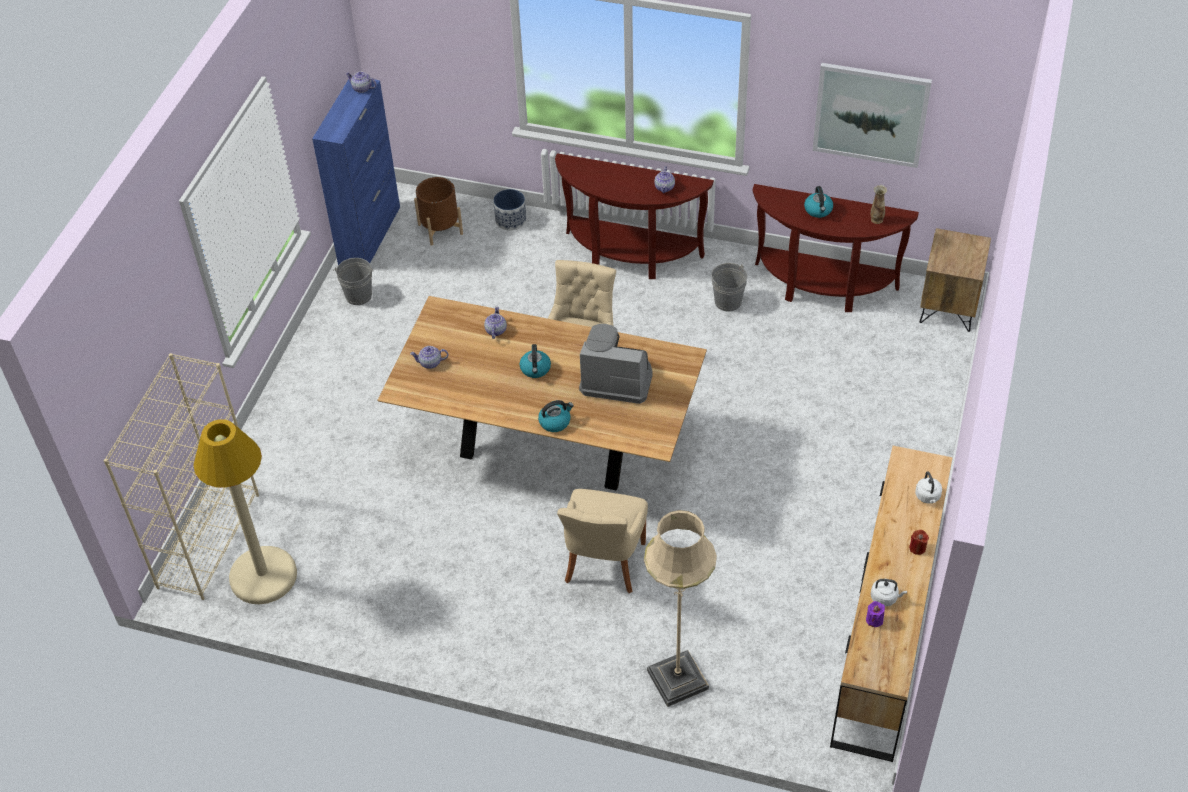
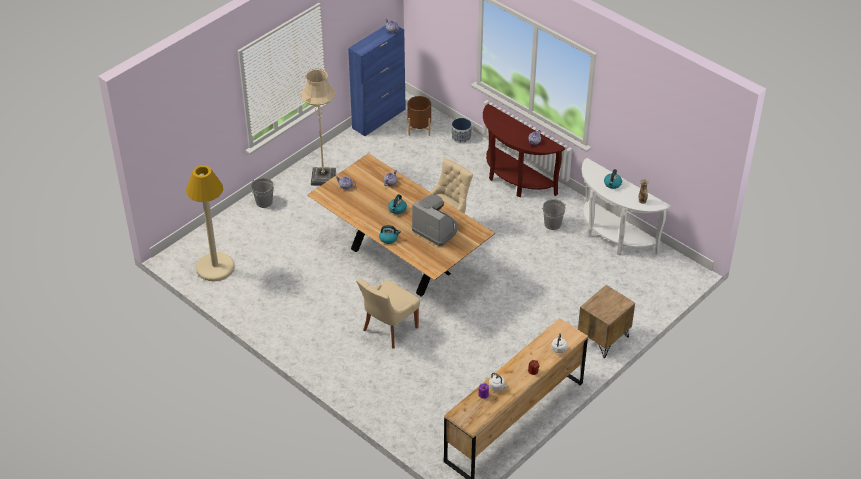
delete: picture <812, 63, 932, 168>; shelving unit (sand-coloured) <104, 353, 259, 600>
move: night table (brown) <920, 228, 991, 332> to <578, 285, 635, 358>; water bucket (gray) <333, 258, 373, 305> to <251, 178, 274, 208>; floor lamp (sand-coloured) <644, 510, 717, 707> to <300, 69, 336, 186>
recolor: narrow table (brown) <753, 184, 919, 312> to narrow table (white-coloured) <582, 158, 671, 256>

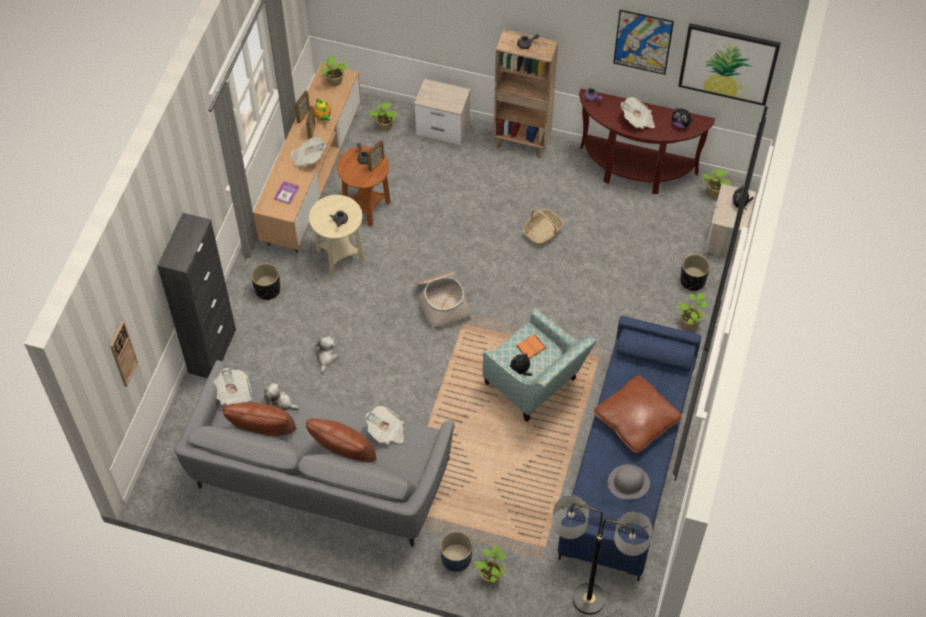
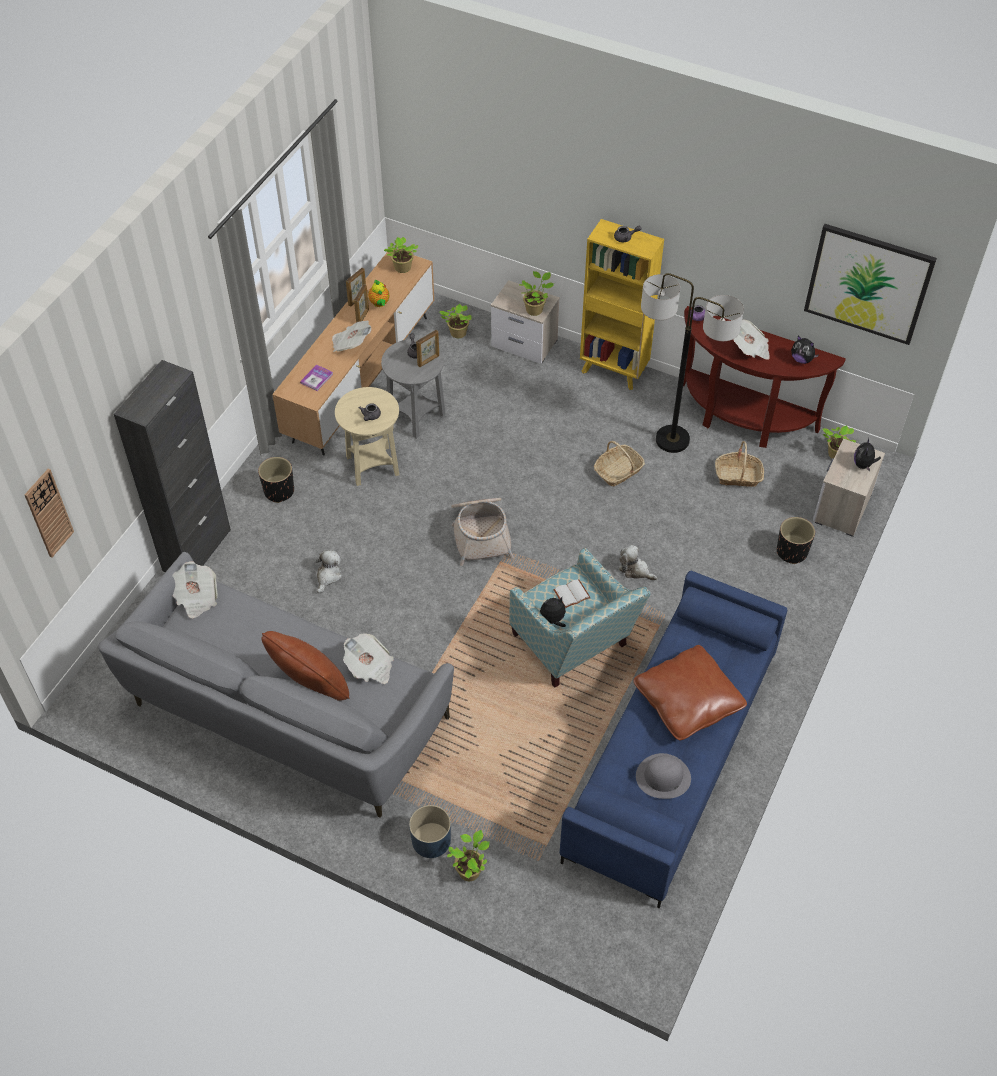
delete: picture <613, 10, 674, 75>; throw pillow (brown) <222, 402, 297, 436>
insert: storage basket <715, 441, 764, 487>
move: houseplant <677, 293, 708, 329> to <519, 271, 554, 316>; plush toy <264, 383, 299, 410> to <619, 545, 657, 580>; floor lamp <552, 495, 653, 615> to <641, 273, 744, 453>
recolor: shelving unit (brown) <494, 29, 558, 158> to shelving unit (yellow) <580, 219, 664, 390>; end table (brown) <337, 146, 391, 227> to end table (gray) <381, 339, 446, 439>; book (orangey) <516, 334, 546, 359> to book (white-coloured) <553, 579, 591, 608>

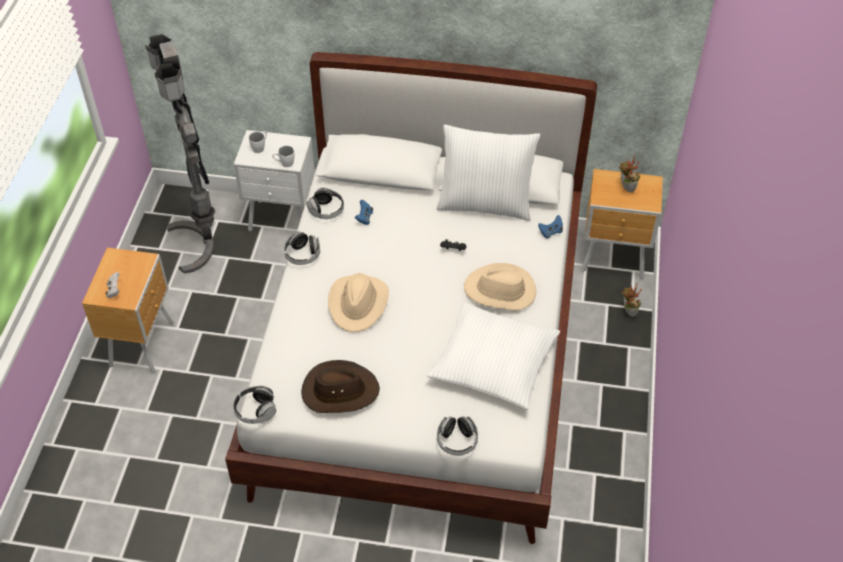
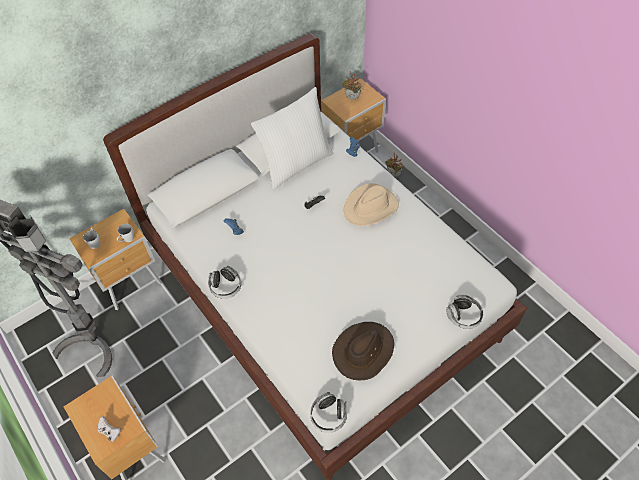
delete: headphones <306, 188, 344, 219>; hat (sand-coloured) <328, 273, 389, 332>; throw pillow (white-coloured) <427, 302, 560, 410>
recolor: night table (white-coloured) <234, 130, 315, 231> to night table (brown) <69, 209, 162, 310>

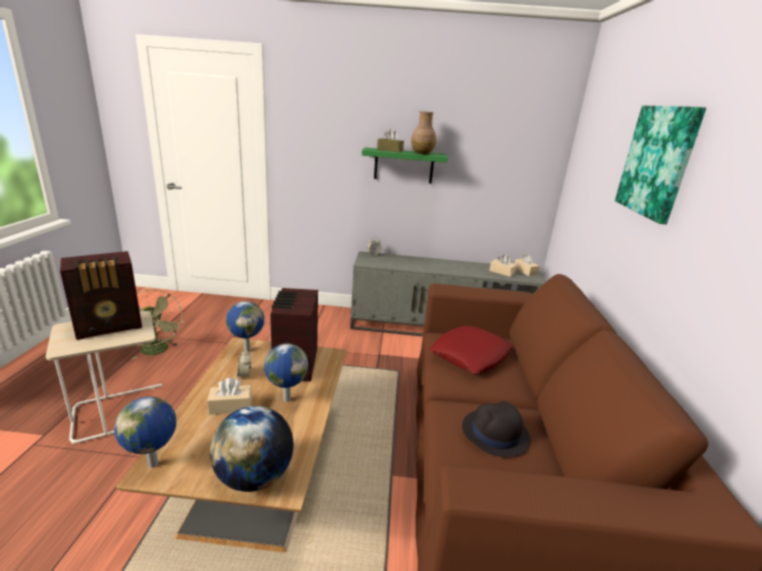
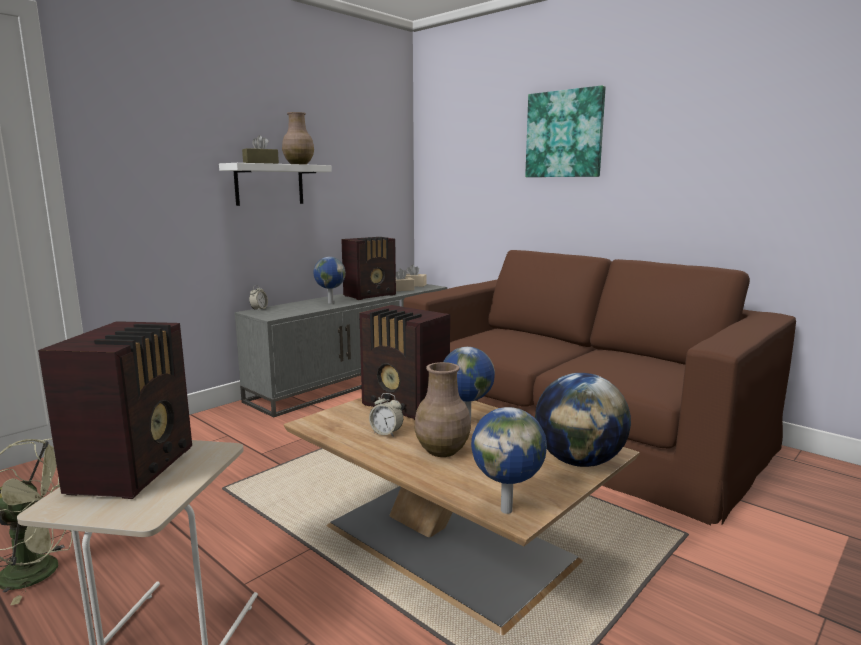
delete: throw pillow (red) <430, 326, 514, 374>; hat (blackish) <462, 401, 531, 457>
insert: radio set <341, 237, 396, 300>
move: globe <226, 301, 264, 352> to <313, 257, 346, 304>
replace: tissue box (sand-coloured) <207, 378, 252, 415> to flower vase (brown) <414, 362, 471, 457>
recolor: bracket shelf (green-coloured) <362, 147, 448, 184> to bracket shelf (white-coloured) <219, 163, 332, 206>

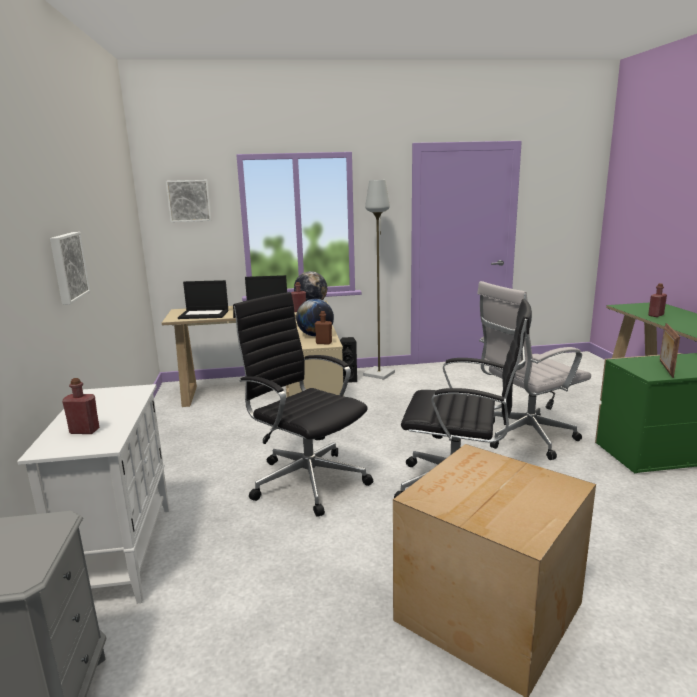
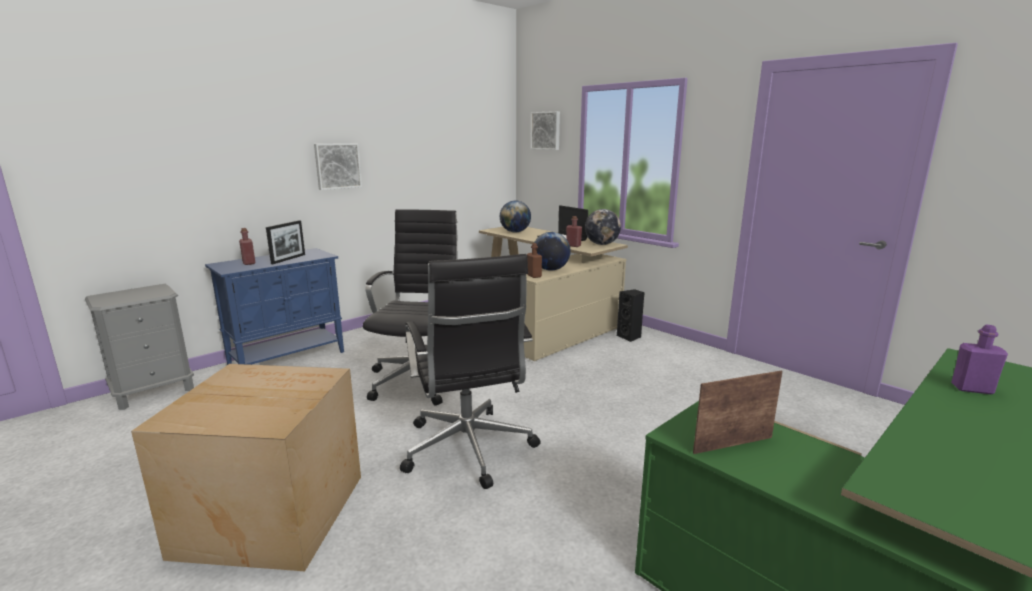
delete: floor lamp (gray) <363, 180, 395, 380>; office chair (white-coloured) <477, 281, 591, 460>
insert: standing frame <266, 220, 305, 264>
replace: notebook computer <178, 280, 229, 319> to globe <500, 201, 531, 233>
recolor: bottle (red) <648, 283, 667, 317> to bottle (purple-coloured) <951, 325, 1008, 394>; cabinet (white-coloured) <17, 384, 169, 604> to cabinet (bluish) <205, 248, 344, 365>

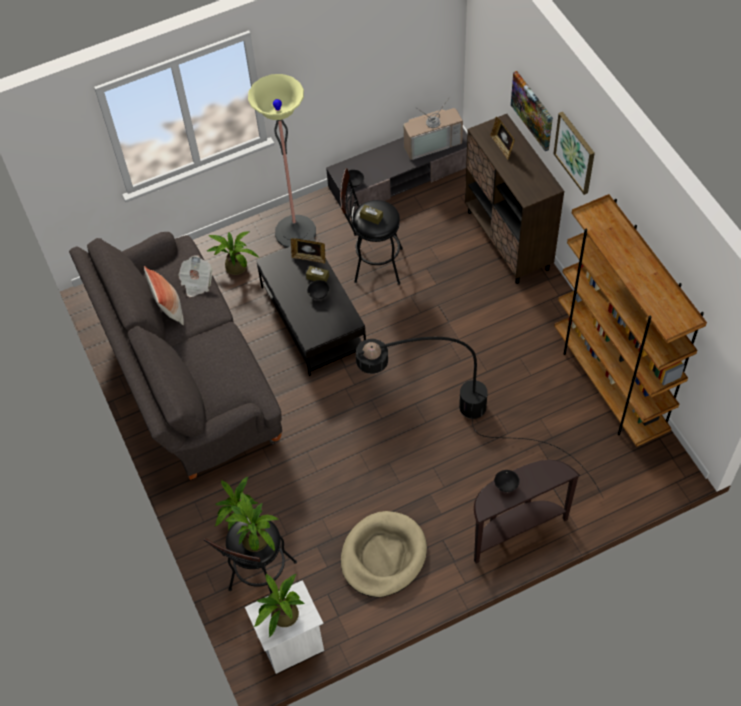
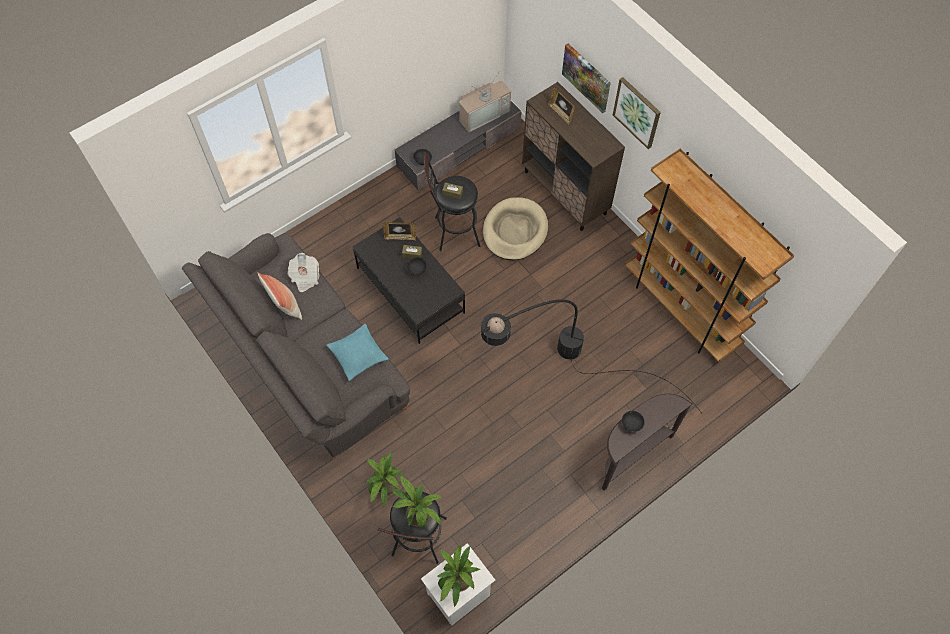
delete: floor lamp <248, 74, 316, 248>; houseplant <206, 231, 259, 275>
insert: throw pillow (turquoise) <326, 324, 389, 381>
move: dog cushion (sand-coloured) <341, 511, 427, 598> to <483, 197, 548, 260>

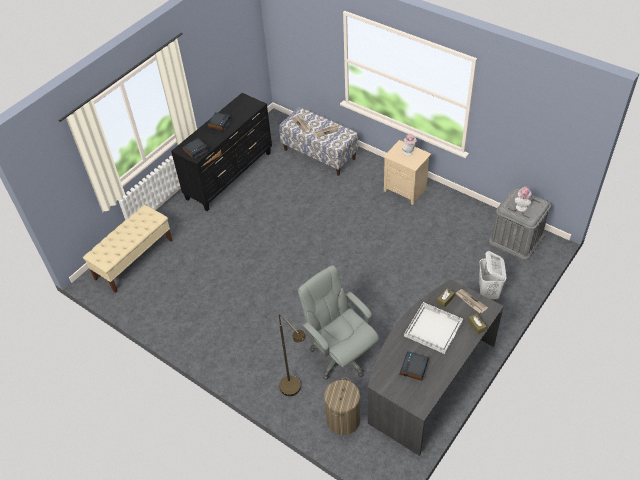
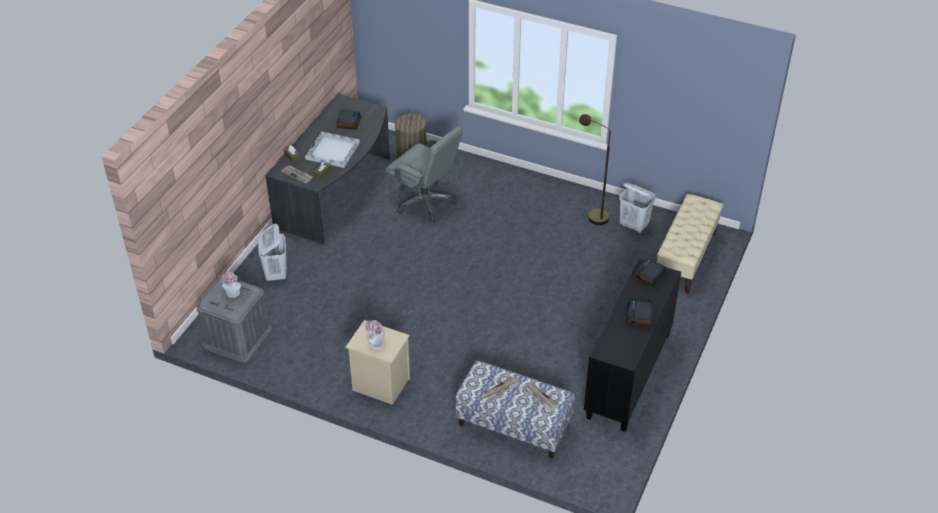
insert: washing basket (white-coloured) <619, 183, 656, 234>
move: floor lamp (brown) <279, 314, 306, 396> to <579, 114, 610, 225>

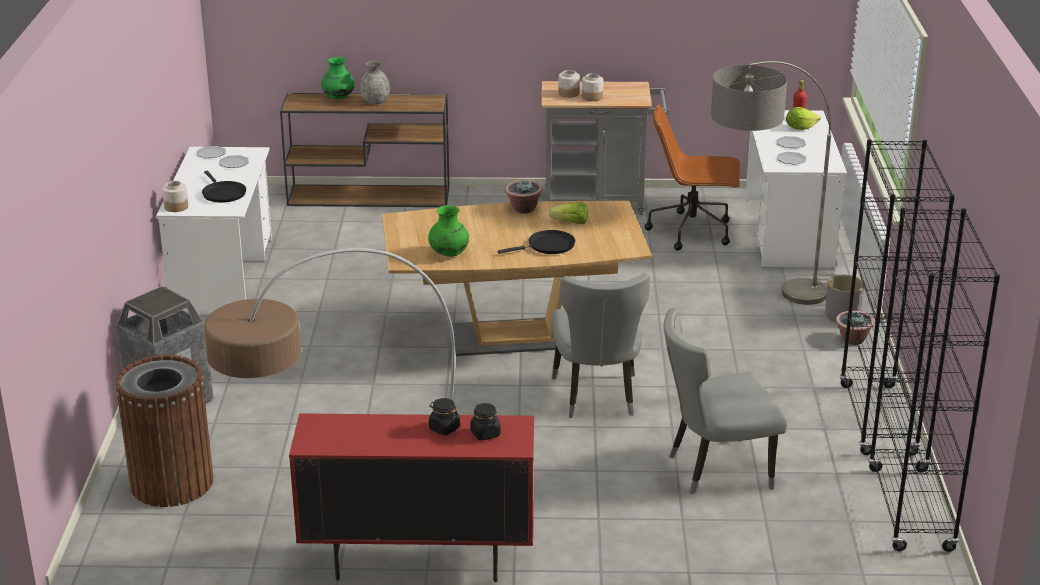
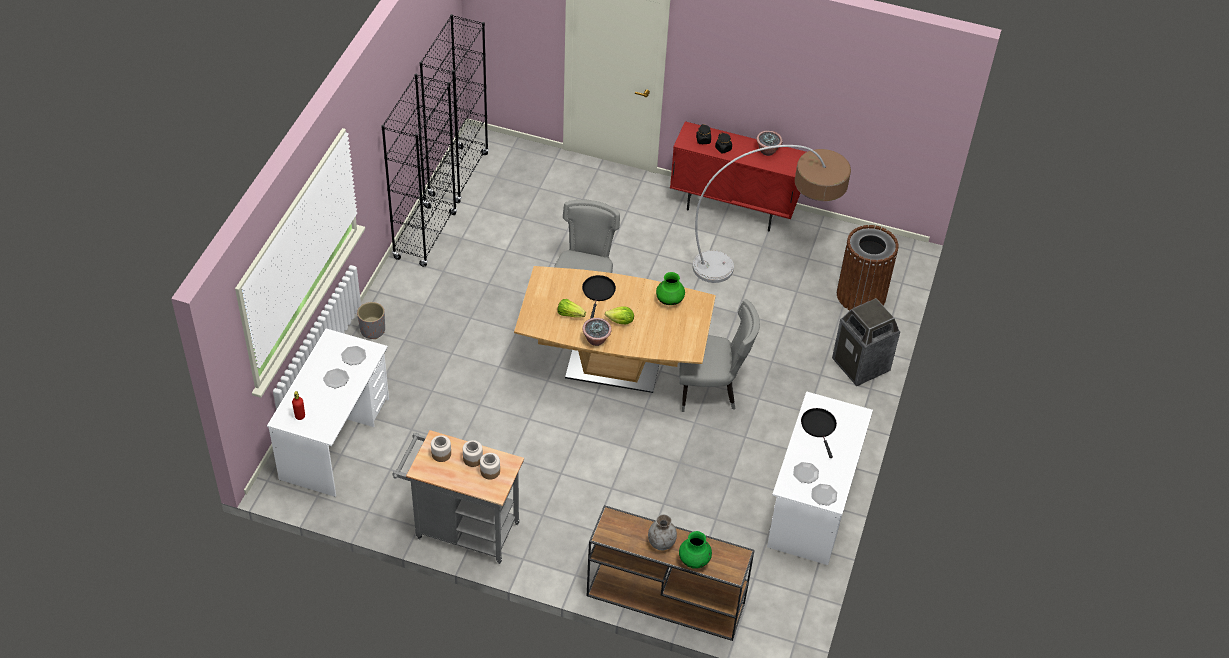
delete: floor lamp <711, 61, 831, 305>; office chair (brown) <644, 104, 740, 250>
move: lettuce head <786, 107, 821, 130> to <605, 306, 634, 324>; storage jar <162, 181, 188, 212> to <431, 435, 451, 462>; chair (gray) <663, 308, 787, 494> to <679, 299, 760, 412>; houseplant <836, 311, 874, 345> to <756, 131, 782, 156>
rotate: pan (blackish) <498, 230, 575, 254> = <582, 275, 616, 319> 105 degrees clockwise

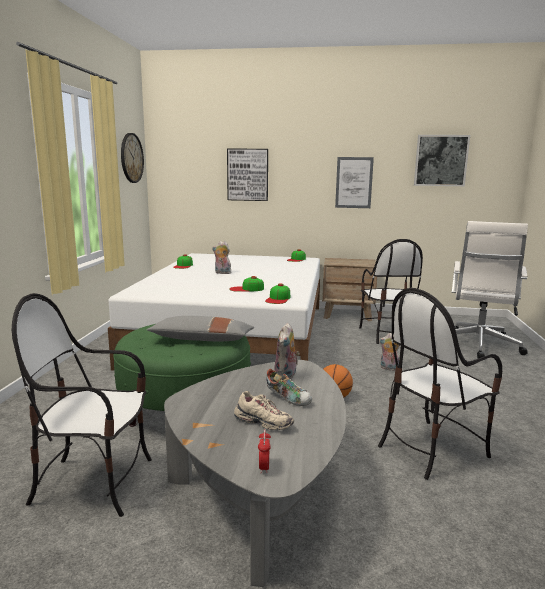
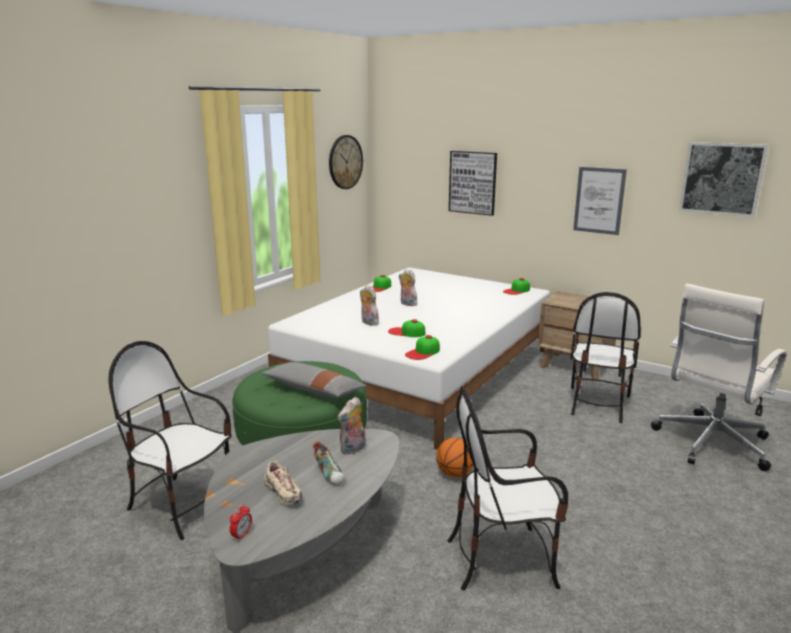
move: plush toy <379, 333, 400, 371> to <360, 285, 379, 326>

